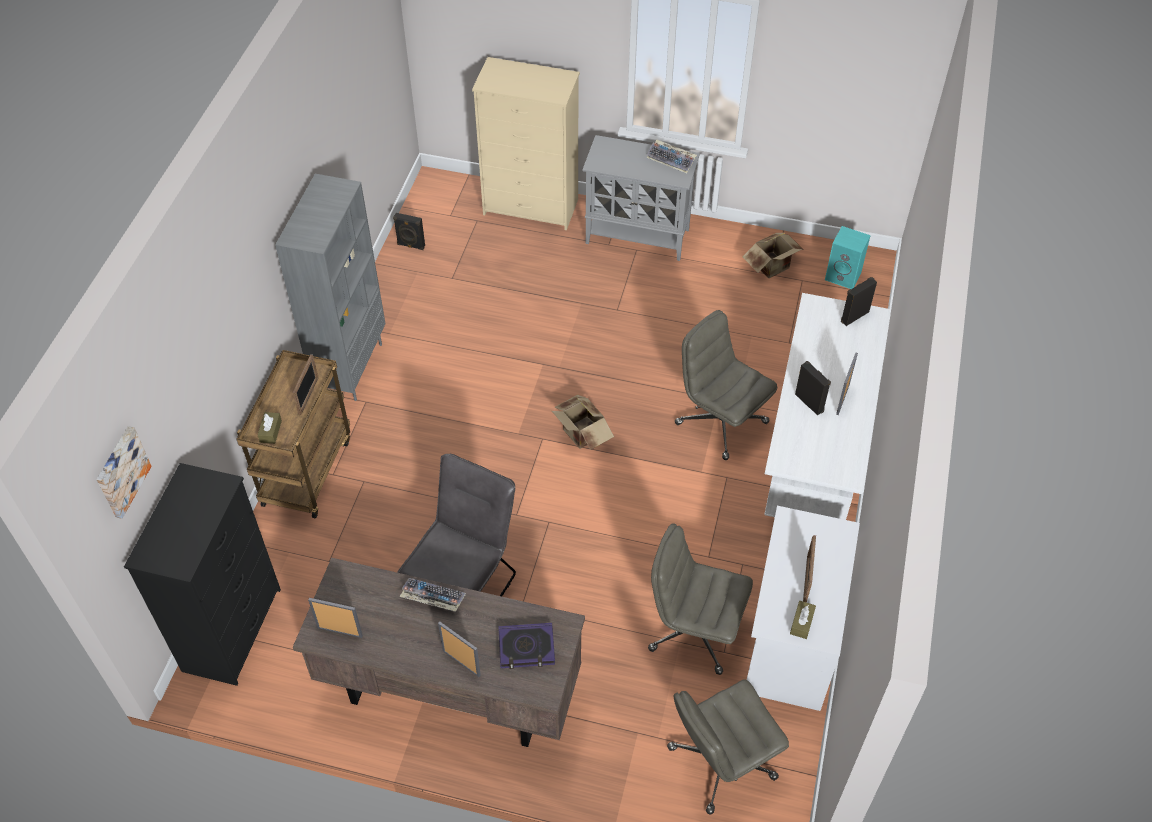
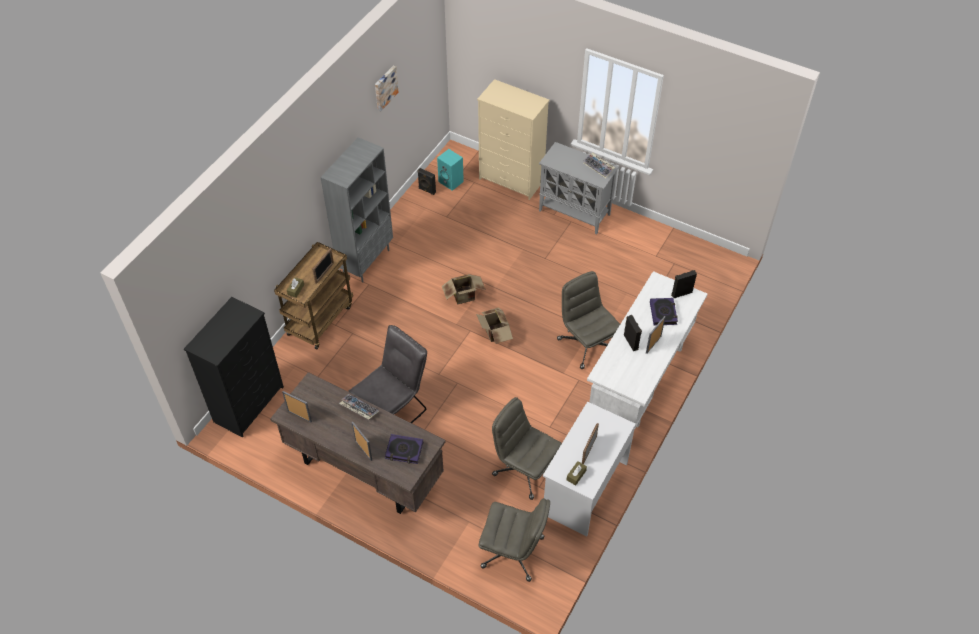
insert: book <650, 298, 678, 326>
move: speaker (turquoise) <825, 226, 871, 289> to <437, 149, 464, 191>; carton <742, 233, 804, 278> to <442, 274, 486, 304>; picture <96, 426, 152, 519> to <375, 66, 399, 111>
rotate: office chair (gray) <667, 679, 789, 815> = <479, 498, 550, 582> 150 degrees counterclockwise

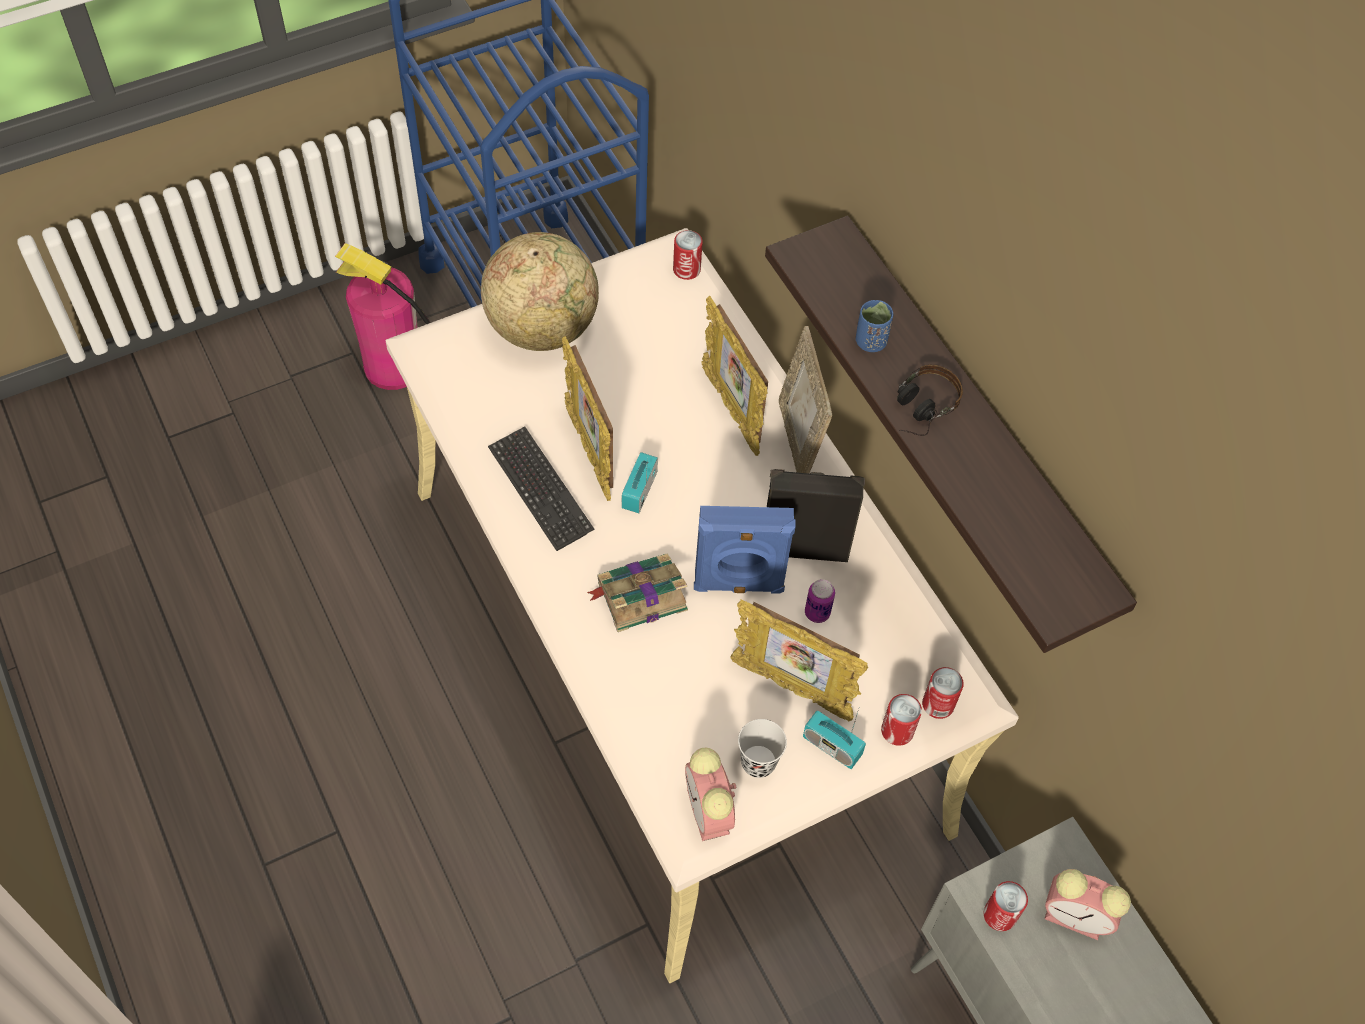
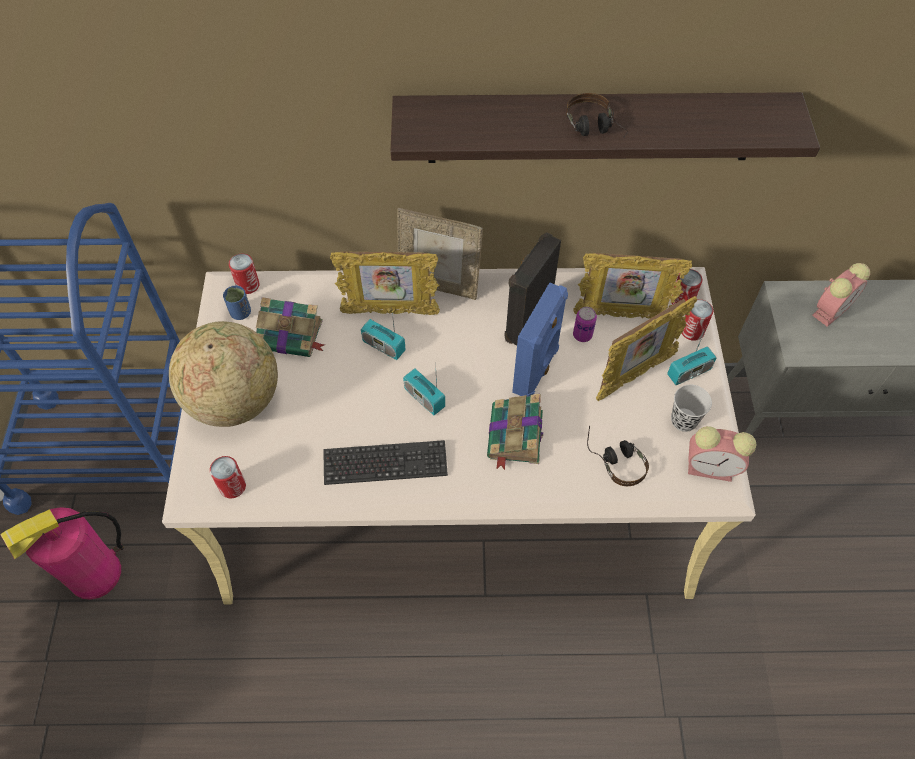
insert: book <256, 297, 325, 357>; radio set <361, 312, 406, 360>; headphones <587, 426, 649, 486>
move: drinking cup (bluish) <856, 300, 893, 352> to <223, 286, 251, 320>; standing frame <562, 336, 613, 501> to <573, 253, 692, 319>; sealed can <984, 881, 1028, 931> to <210, 456, 246, 498>

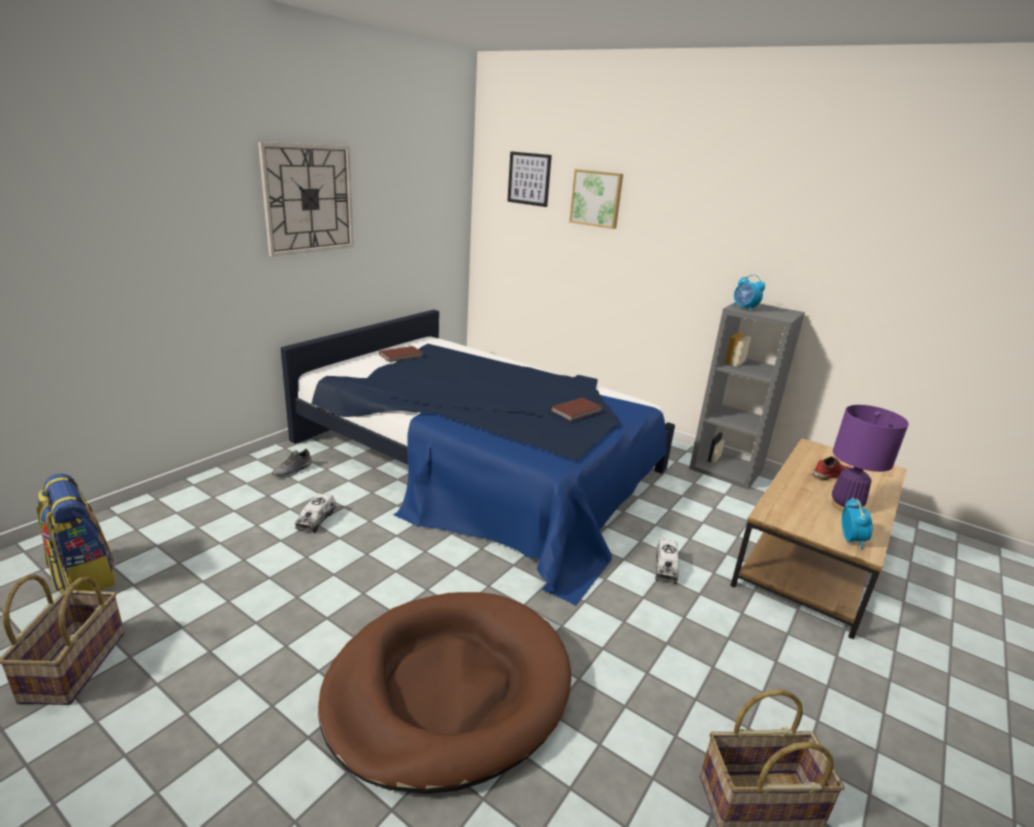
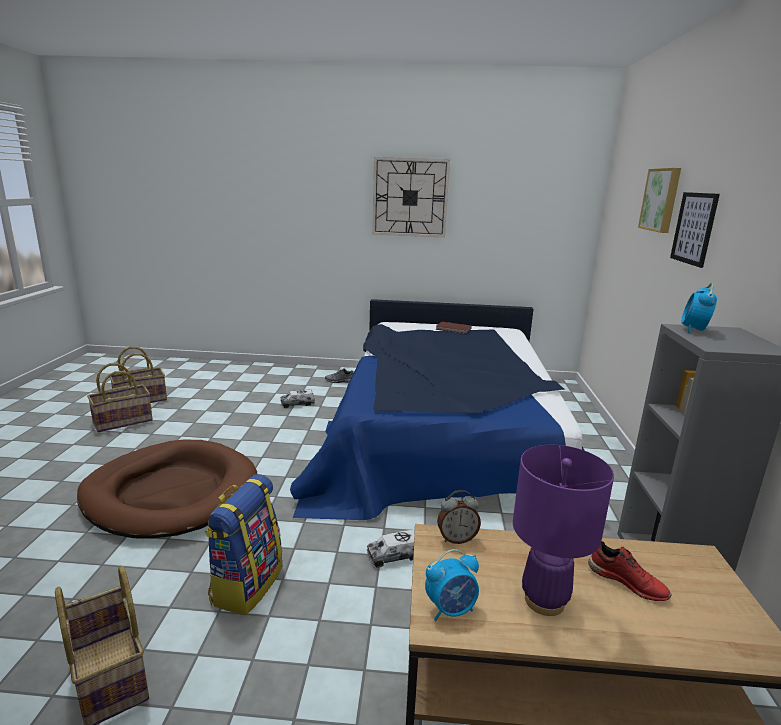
delete: book (brown) <551, 398, 602, 421>
insert: storage basket <87, 363, 153, 432>; alarm clock <437, 490, 481, 544>
move: picture <507, 151, 552, 207> to <670, 192, 720, 268>; rucksack <37, 474, 115, 593> to <205, 474, 282, 615>

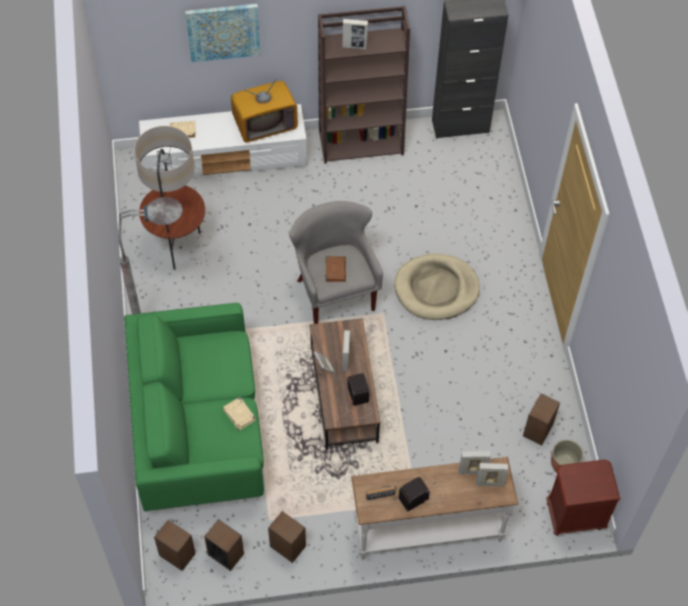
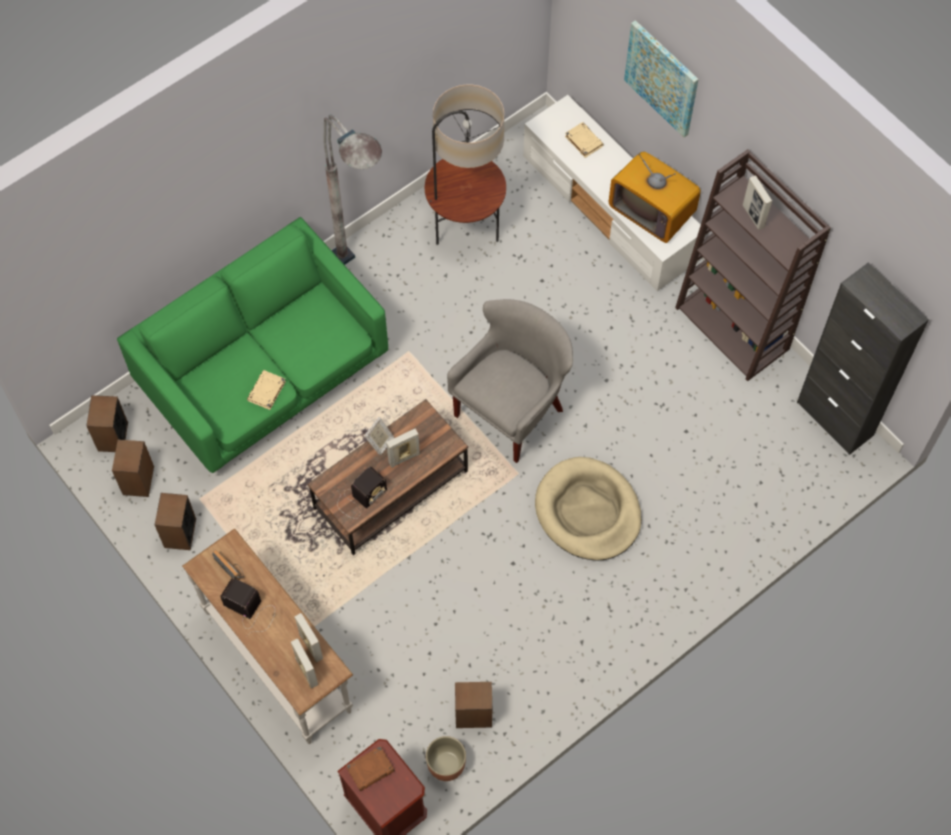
move: book (brown) <325, 256, 346, 282> to <346, 746, 395, 791>

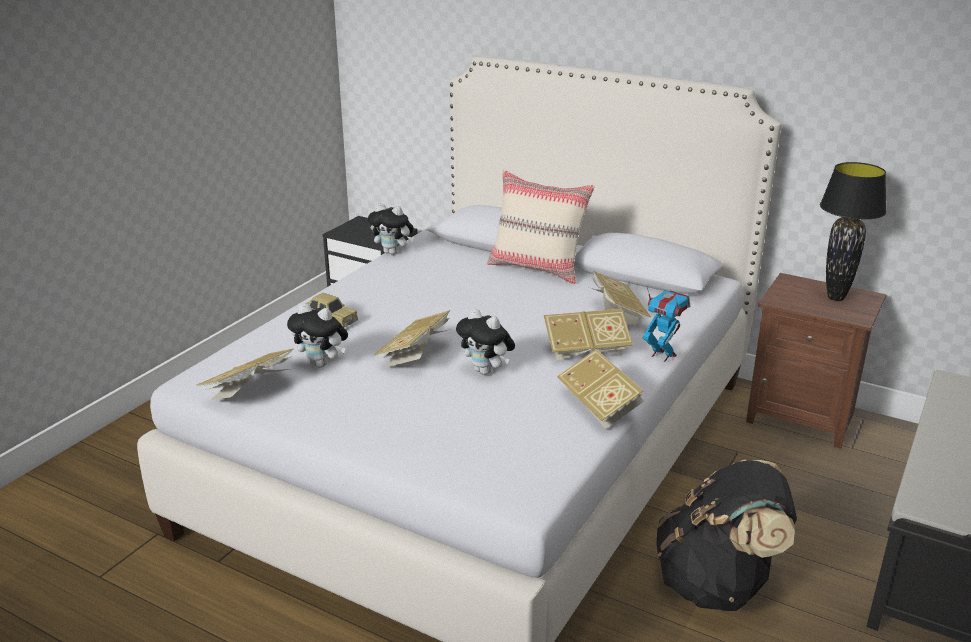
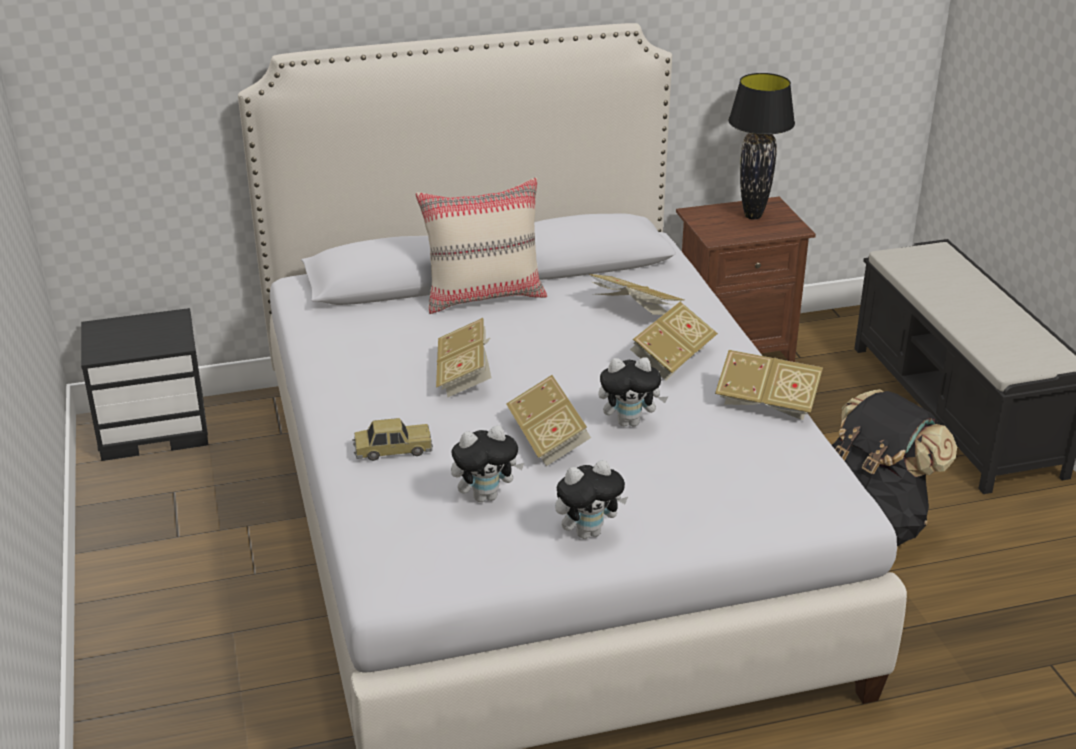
delete: toy robot <643, 288, 690, 362>
move: plush toy <368, 203, 414, 255> to <555, 460, 628, 539>; book <196, 348, 294, 400> to <436, 318, 491, 397>

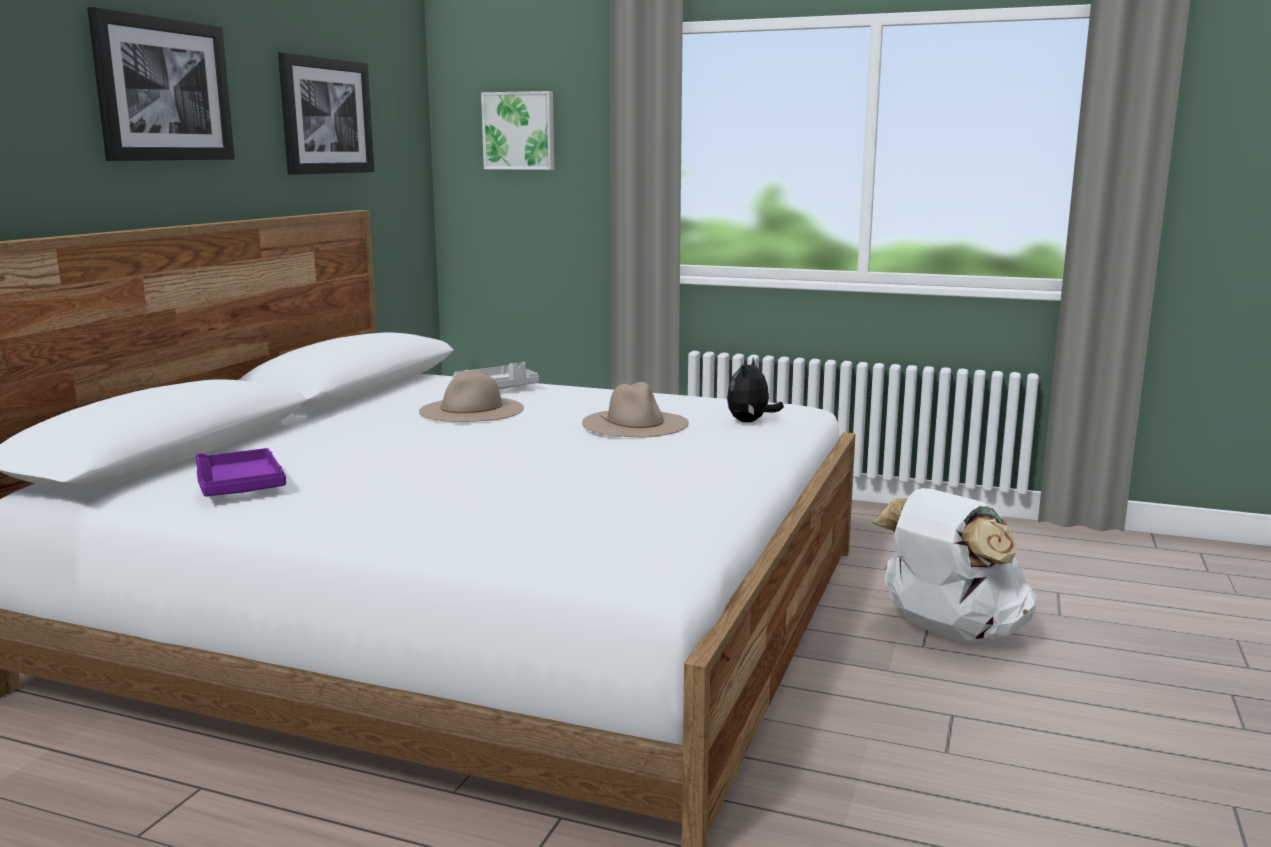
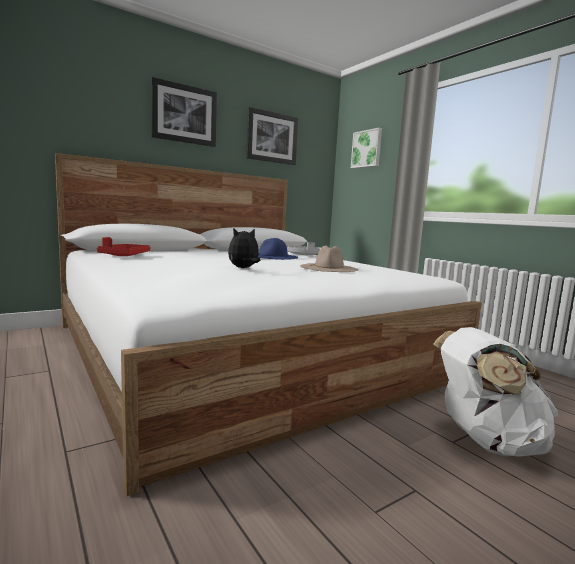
move: plush toy <727, 358, 784, 422> to <228, 228, 261, 268>
recolor: hat (sand-coloured) <419, 370, 524, 422> to hat (bluish) <258, 238, 298, 260>; serving tray (purple-coloured) <195, 448, 286, 496> to serving tray (red) <97, 237, 150, 256>

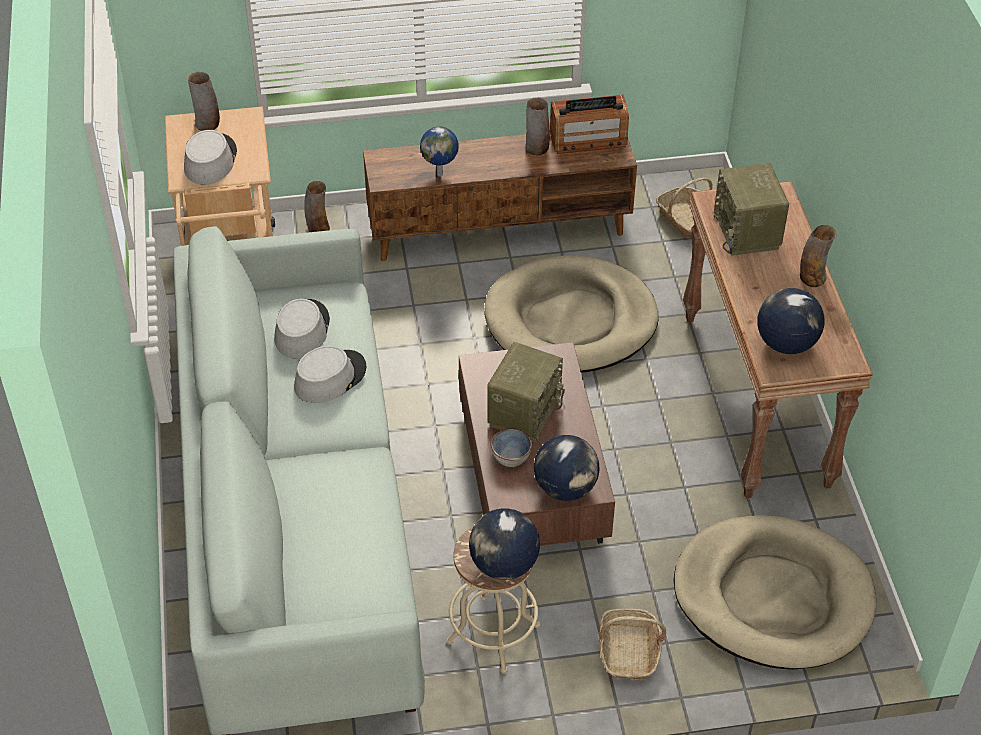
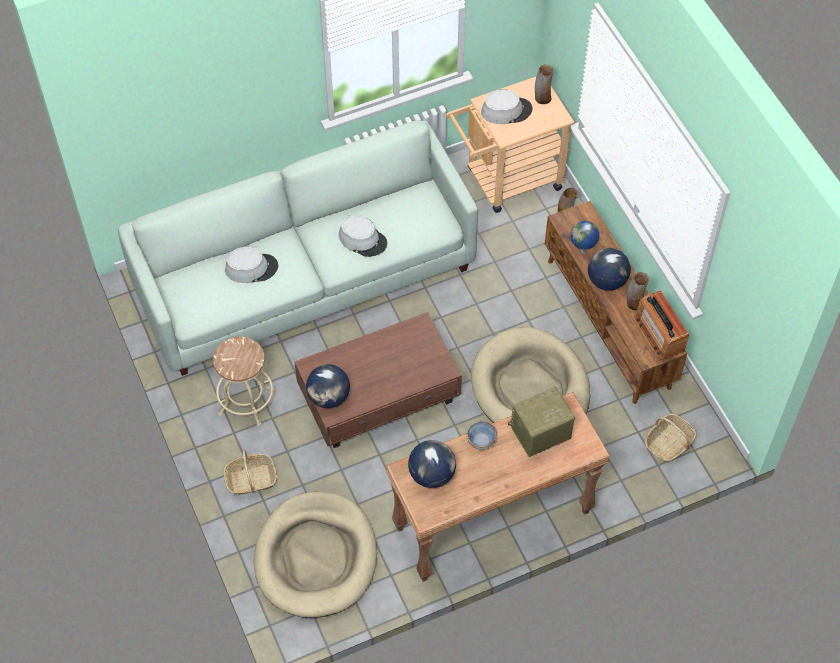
delete: flower vase <800, 225, 837, 287>; radio set <488, 342, 565, 442>
move: hat (gray) <274, 299, 330, 359> to <225, 247, 278, 283>; serving bowl <491, 428, 532, 467> to <467, 421, 497, 450>; globe <469, 508, 540, 580> to <588, 248, 631, 291>

